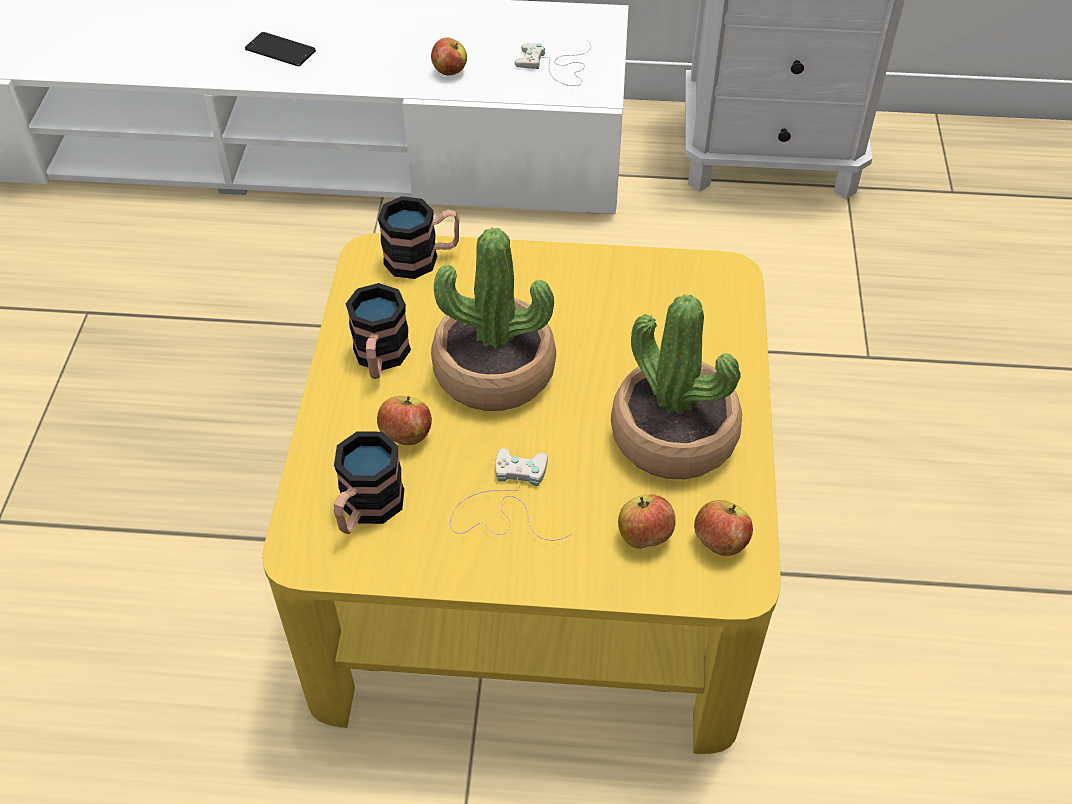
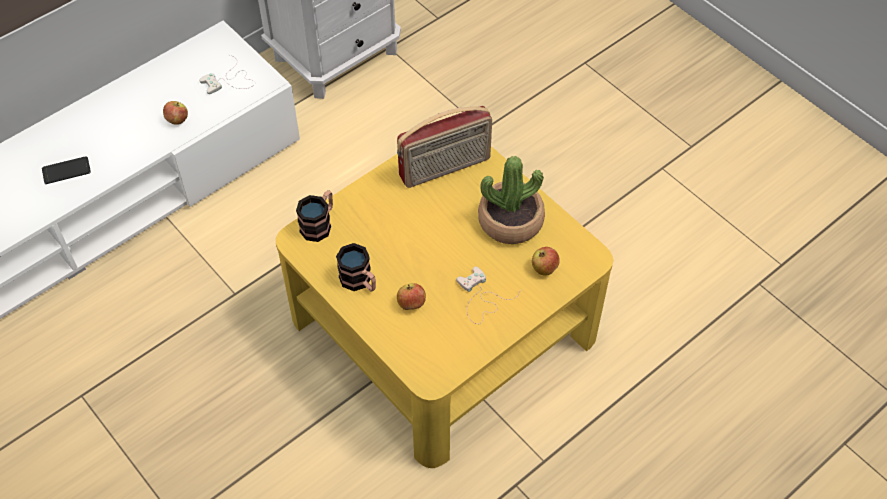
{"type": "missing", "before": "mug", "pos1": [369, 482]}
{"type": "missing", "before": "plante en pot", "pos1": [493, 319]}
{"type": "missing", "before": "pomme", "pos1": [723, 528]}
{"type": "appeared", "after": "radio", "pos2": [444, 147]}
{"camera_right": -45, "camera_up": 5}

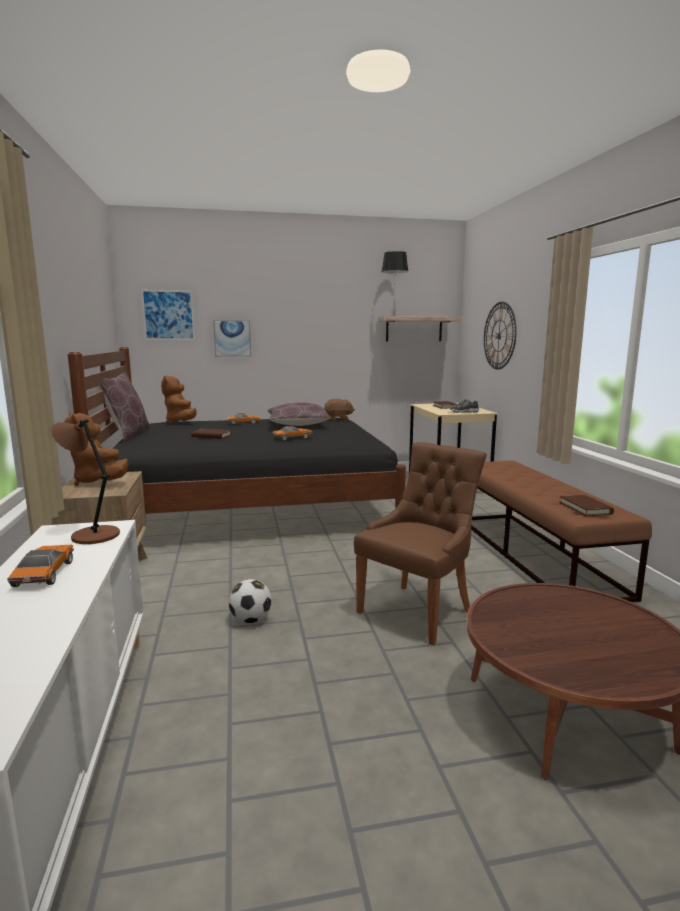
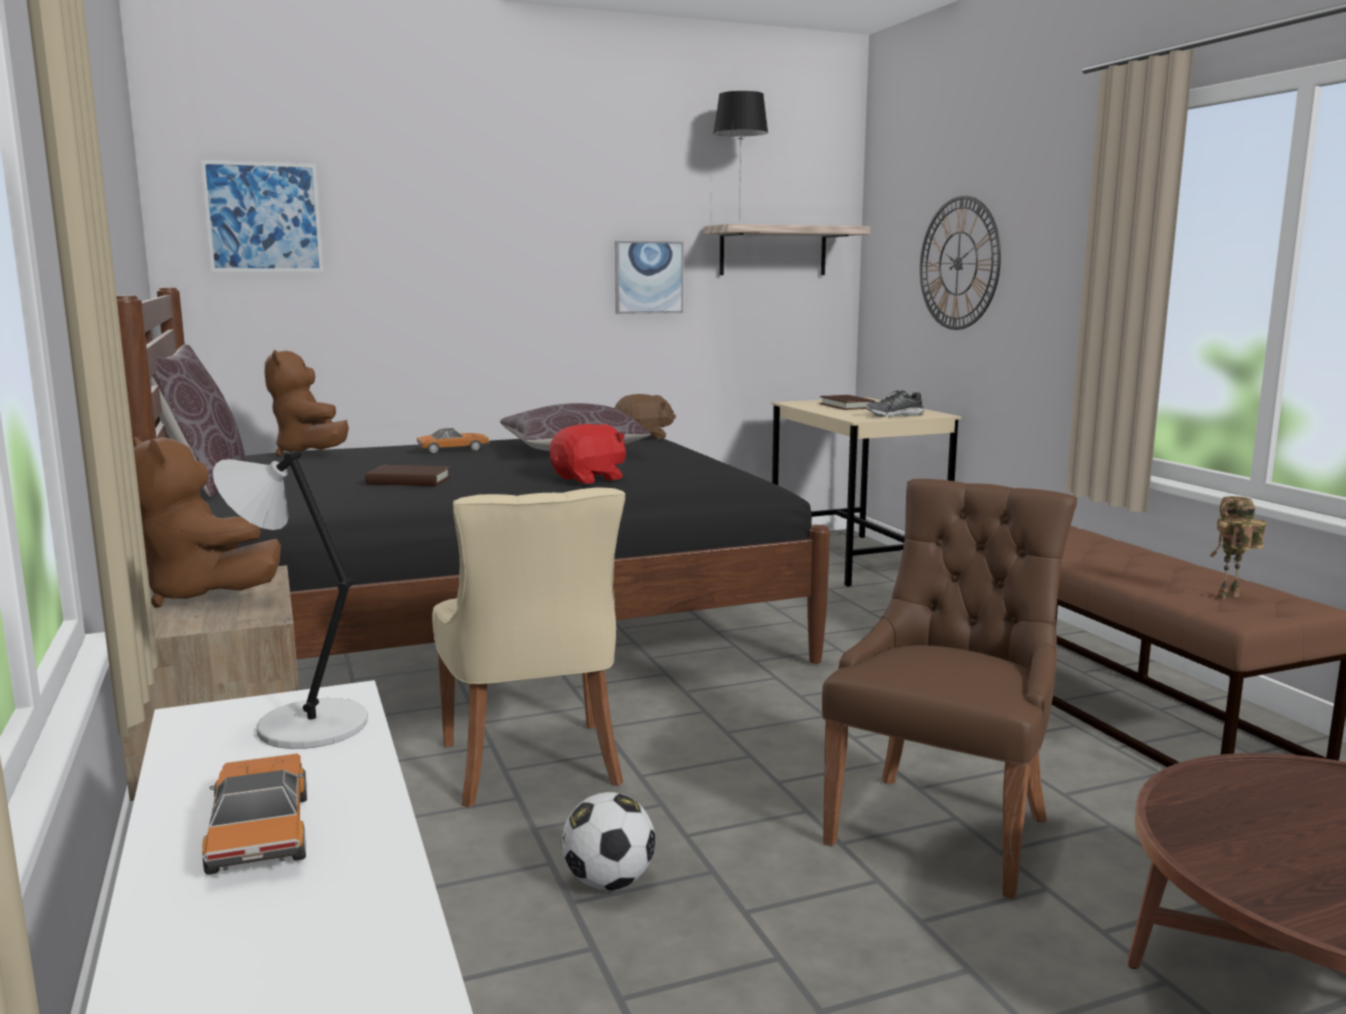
{"type": "colour", "before": "lampe de table [marron]", "after": "lampe de table [gris]", "pos1": [85, 481], "pos2": [290, 600]}
{"type": "relocated", "before": "tableau", "pos1": [232, 338], "pos2": [649, 277]}
{"type": "exchanged", "before": "petite voiture", "after": "peluche [rouge]", "pos1": [293, 433], "pos2": [588, 454]}
{"type": "exchanged", "before": "livre [marron]", "after": "robot jouet", "pos1": [586, 505], "pos2": [1238, 547]}
{"type": "appeared", "after": "chaise [beige]", "pos2": [528, 647]}
{"camera_right": -10, "camera_up": 0}

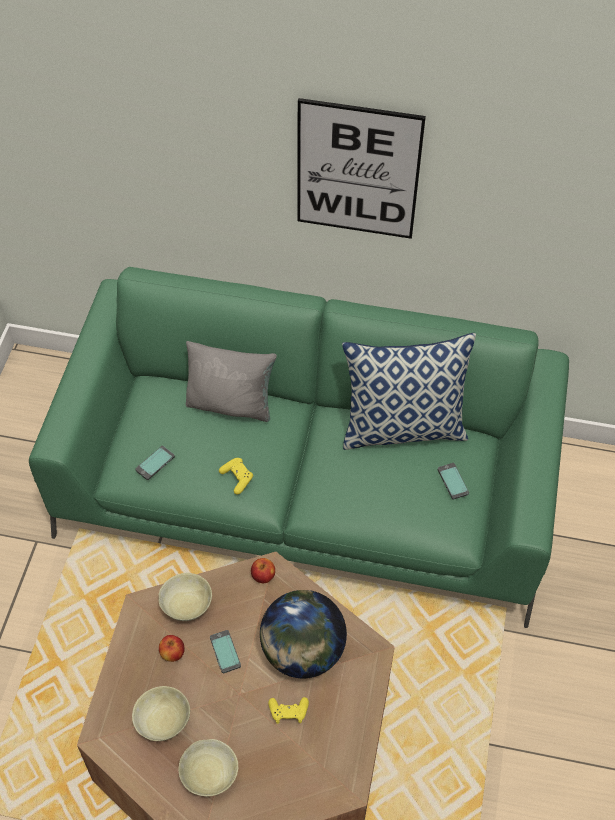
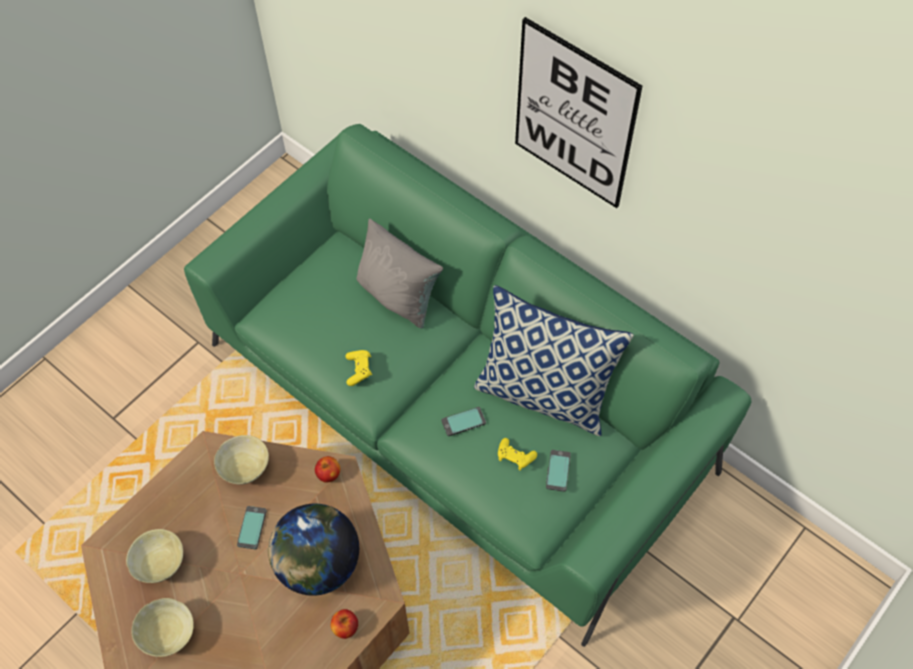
{"type": "relocated", "before": "téléphone", "pos1": [155, 463], "pos2": [464, 421]}
{"type": "relocated", "before": "pomme", "pos1": [172, 648], "pos2": [344, 624]}
{"type": "relocated", "before": "manette [jaune]", "pos1": [288, 710], "pos2": [517, 454]}
{"camera_right": 30, "camera_up": 5}

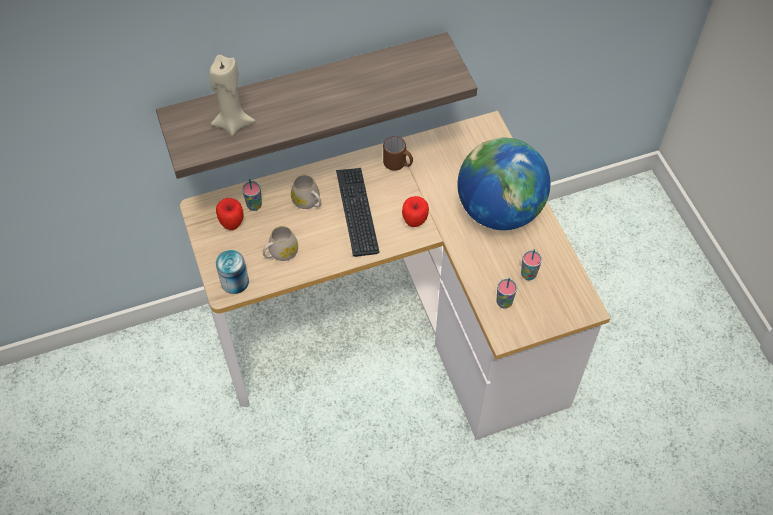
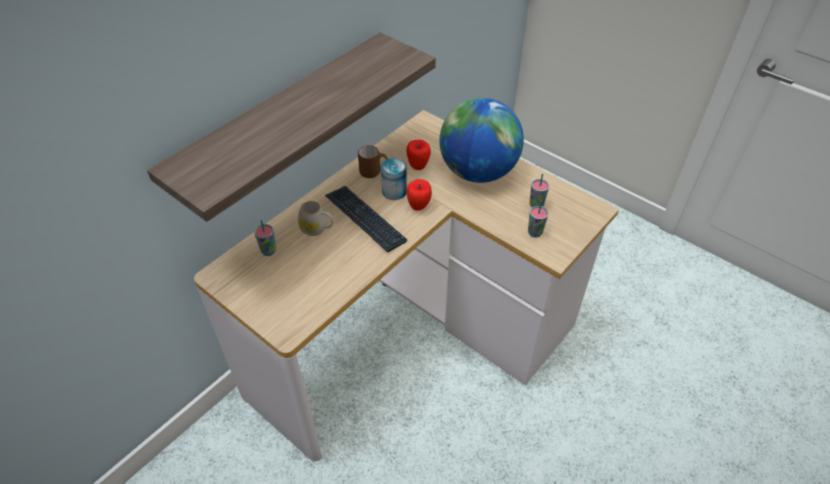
{"type": "missing", "before": "bougie [beige]", "pos1": [232, 95]}
{"type": "relocated", "before": "pomme", "pos1": [230, 214], "pos2": [418, 155]}
{"type": "relocated", "before": "boîte métallique", "pos1": [232, 272], "pos2": [394, 179]}
{"type": "missing", "before": "mug [blanc]", "pos1": [280, 243]}
{"camera_right": -30, "camera_up": -10}

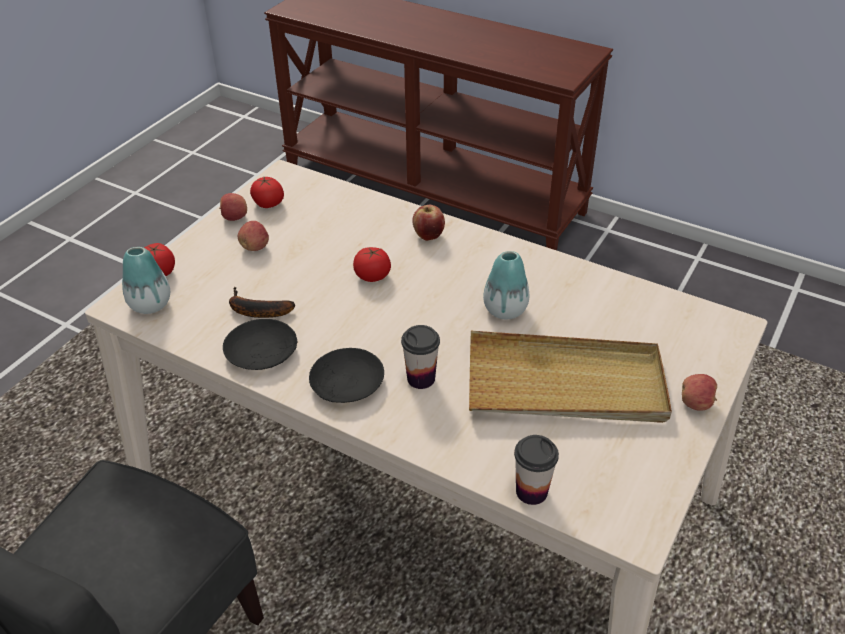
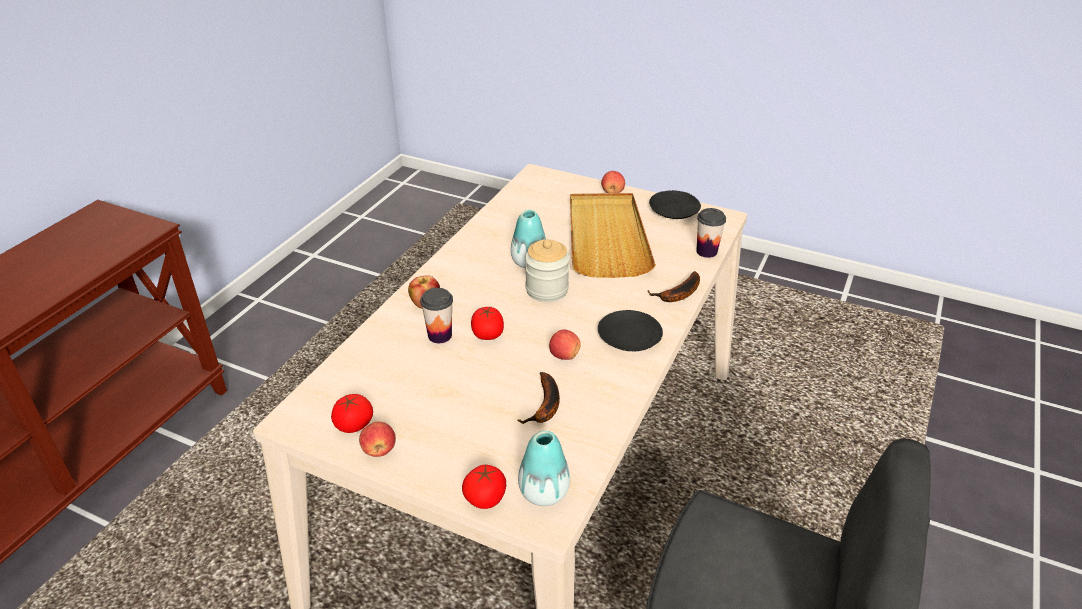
{"type": "relocated", "before": "assiette [noir]", "pos1": [260, 344], "pos2": [675, 204]}
{"type": "relocated", "before": "pomme", "pos1": [253, 236], "pos2": [565, 345]}
{"type": "relocated", "before": "tasse", "pos1": [420, 357], "pos2": [436, 315]}
{"type": "appeared", "after": "bocal", "pos2": [547, 270]}
{"type": "appeared", "after": "banane", "pos2": [673, 286]}
{"camera_right": -95, "camera_up": -5}

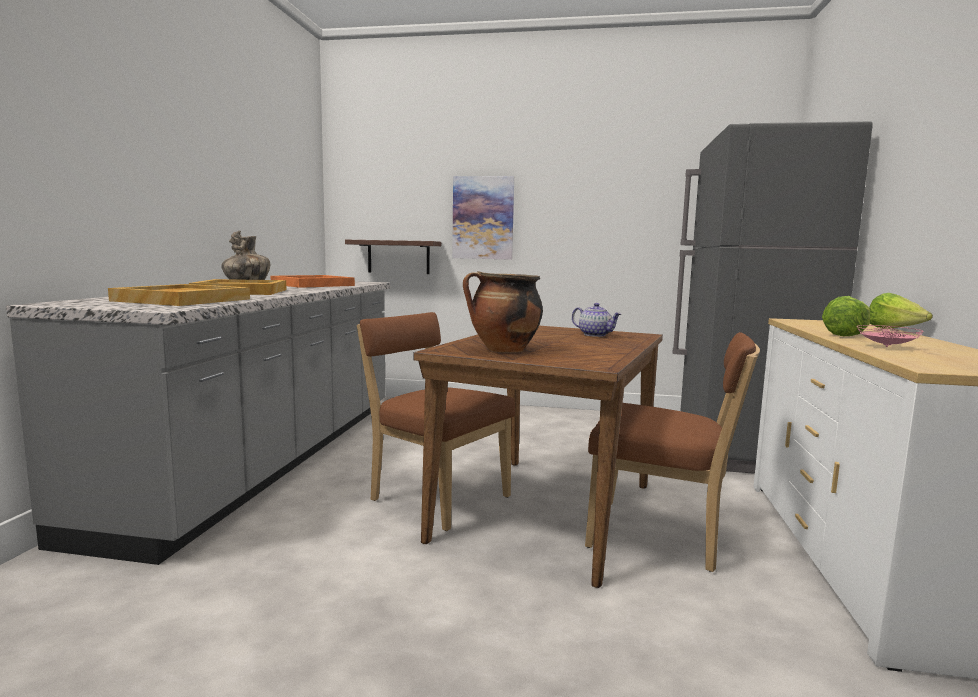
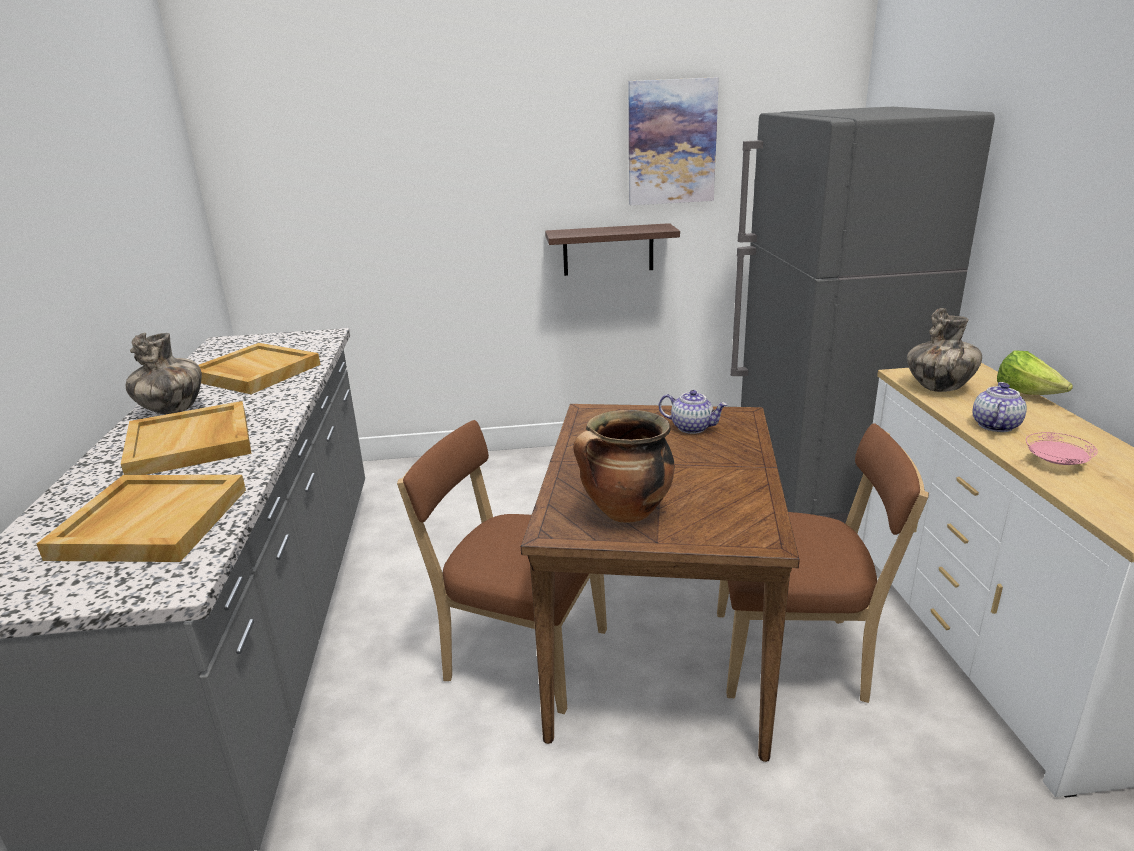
{"type": "colour", "before": "plateau [orange]", "after": "plateau [beige]", "pos1": [312, 281], "pos2": [259, 368]}
{"type": "relocated", "before": "étagère", "pos1": [393, 257], "pos2": [612, 249]}
{"type": "relocated", "before": "tableau", "pos1": [483, 218], "pos2": [674, 141]}
{"type": "exchanged", "before": "laitue", "after": "théière", "pos1": [846, 316], "pos2": [1000, 407]}
{"type": "appeared", "after": "vase", "pos2": [944, 350]}
{"camera_right": -15, "camera_up": 15}

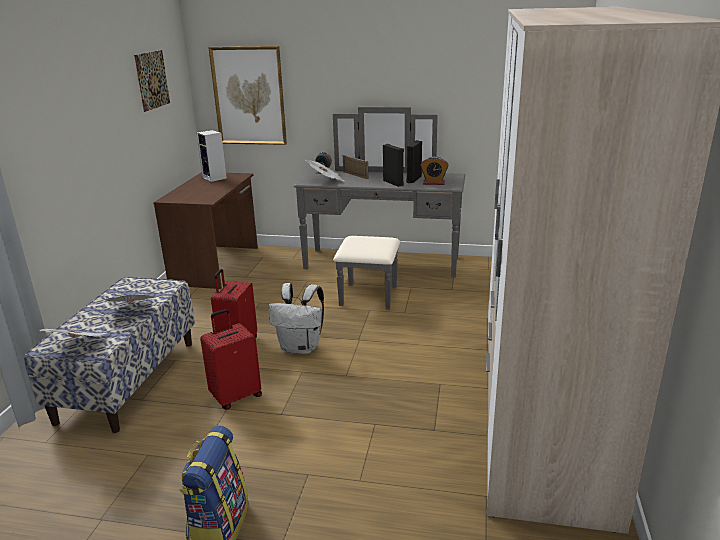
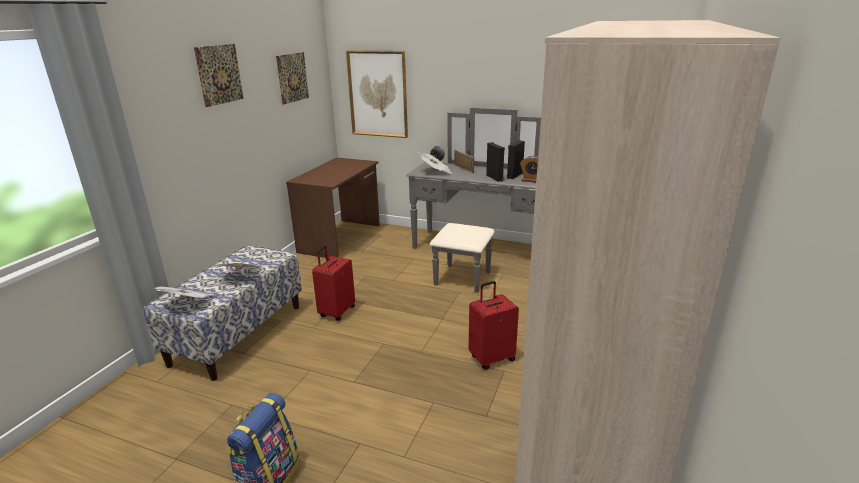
{"type": "missing", "before": "enceinte", "pos1": [211, 156]}
{"type": "relocated", "before": "valise [rouge]", "pos1": [231, 359], "pos2": [494, 325]}
{"type": "missing", "before": "sac à dos [blanc]", "pos1": [296, 318]}
{"type": "appeared", "after": "tableau", "pos2": [219, 75]}
{"camera_right": 10, "camera_up": 0}

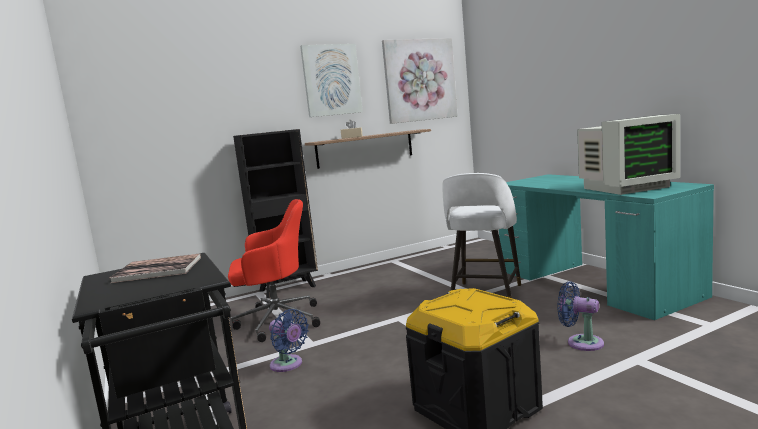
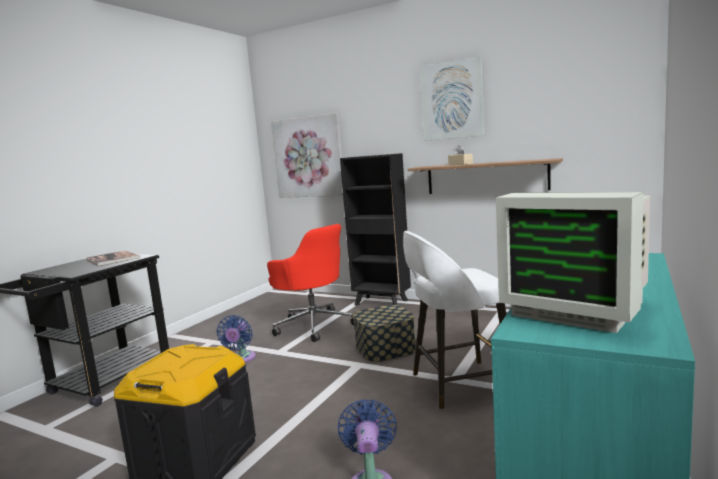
{"type": "relocated", "before": "tableau", "pos1": [420, 81], "pos2": [307, 155]}
{"type": "appeared", "after": "boîte de rangement", "pos2": [384, 333]}
{"camera_right": 55, "camera_up": 0}

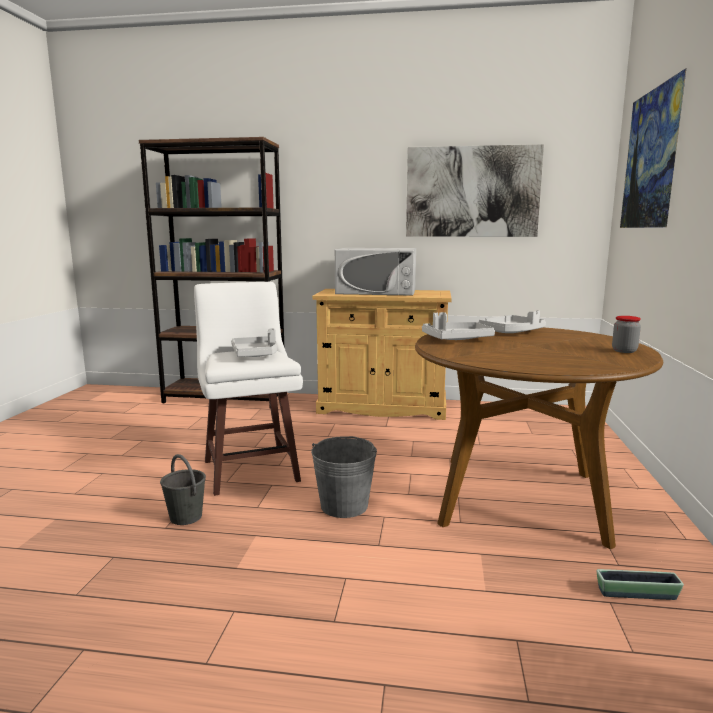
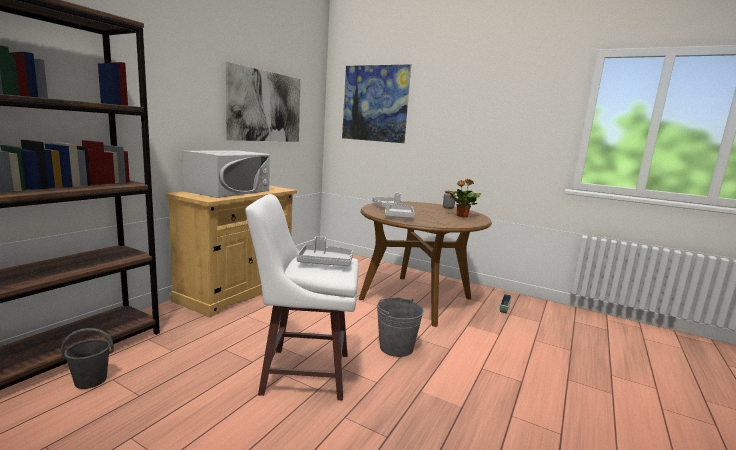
{"type": "relocated", "before": "seau [gris]", "pos1": [183, 489], "pos2": [87, 358]}
{"type": "appeared", "after": "plante en pot", "pos2": [465, 198]}
{"camera_right": -70, "camera_up": 0}

